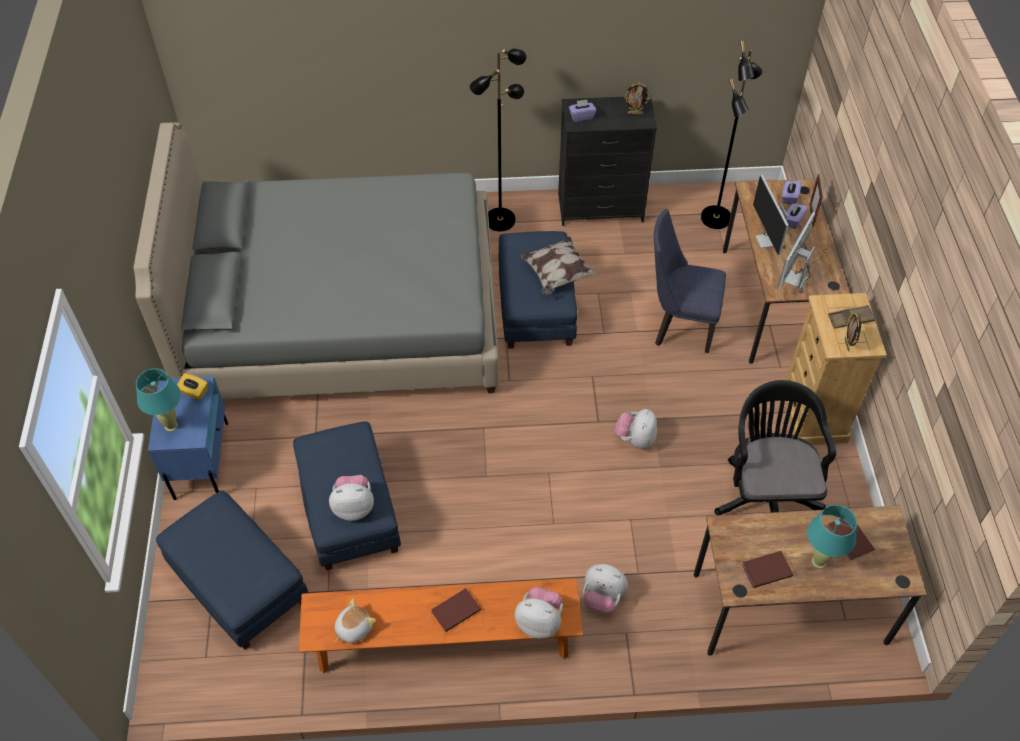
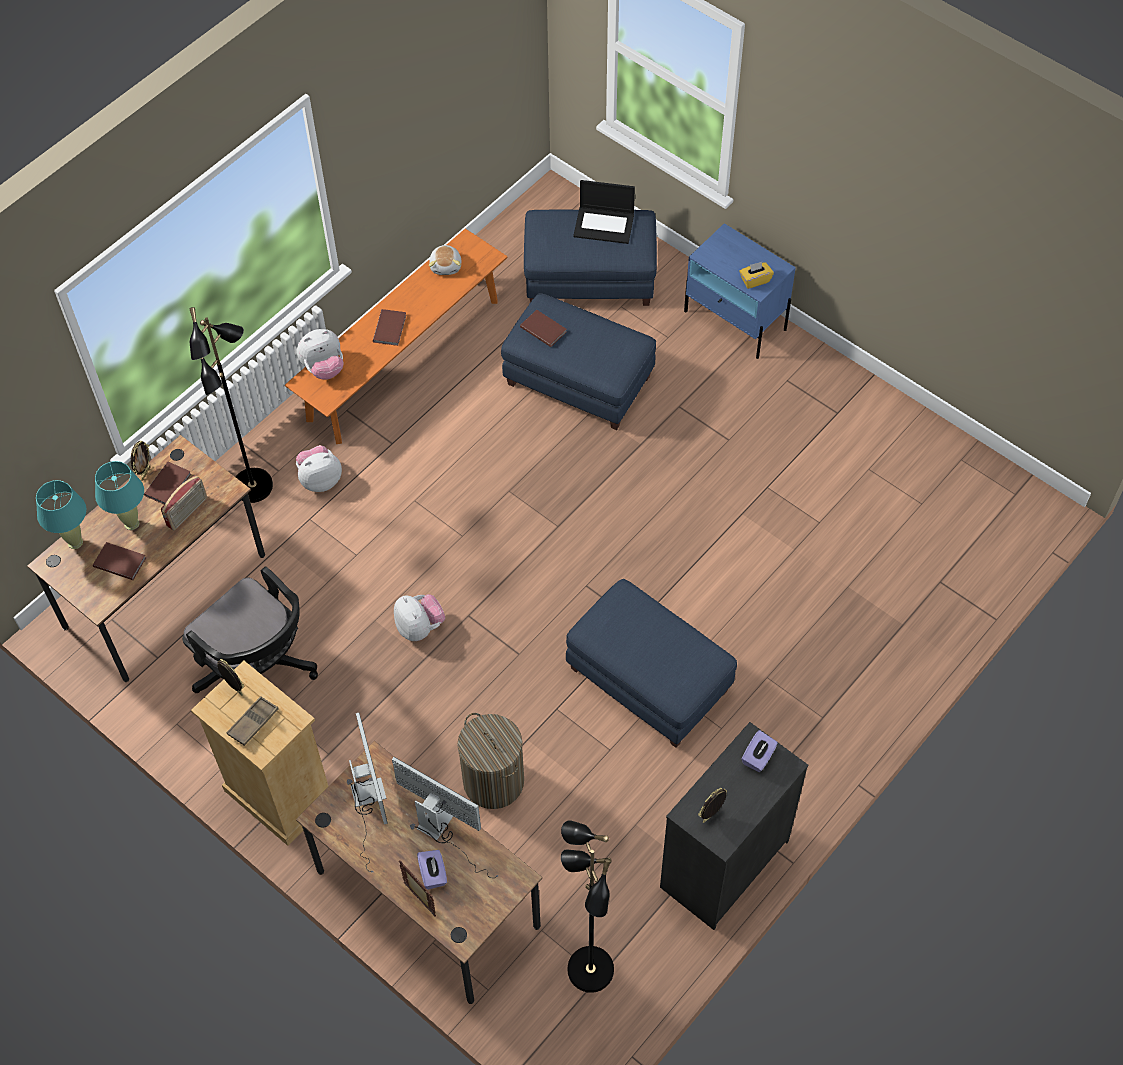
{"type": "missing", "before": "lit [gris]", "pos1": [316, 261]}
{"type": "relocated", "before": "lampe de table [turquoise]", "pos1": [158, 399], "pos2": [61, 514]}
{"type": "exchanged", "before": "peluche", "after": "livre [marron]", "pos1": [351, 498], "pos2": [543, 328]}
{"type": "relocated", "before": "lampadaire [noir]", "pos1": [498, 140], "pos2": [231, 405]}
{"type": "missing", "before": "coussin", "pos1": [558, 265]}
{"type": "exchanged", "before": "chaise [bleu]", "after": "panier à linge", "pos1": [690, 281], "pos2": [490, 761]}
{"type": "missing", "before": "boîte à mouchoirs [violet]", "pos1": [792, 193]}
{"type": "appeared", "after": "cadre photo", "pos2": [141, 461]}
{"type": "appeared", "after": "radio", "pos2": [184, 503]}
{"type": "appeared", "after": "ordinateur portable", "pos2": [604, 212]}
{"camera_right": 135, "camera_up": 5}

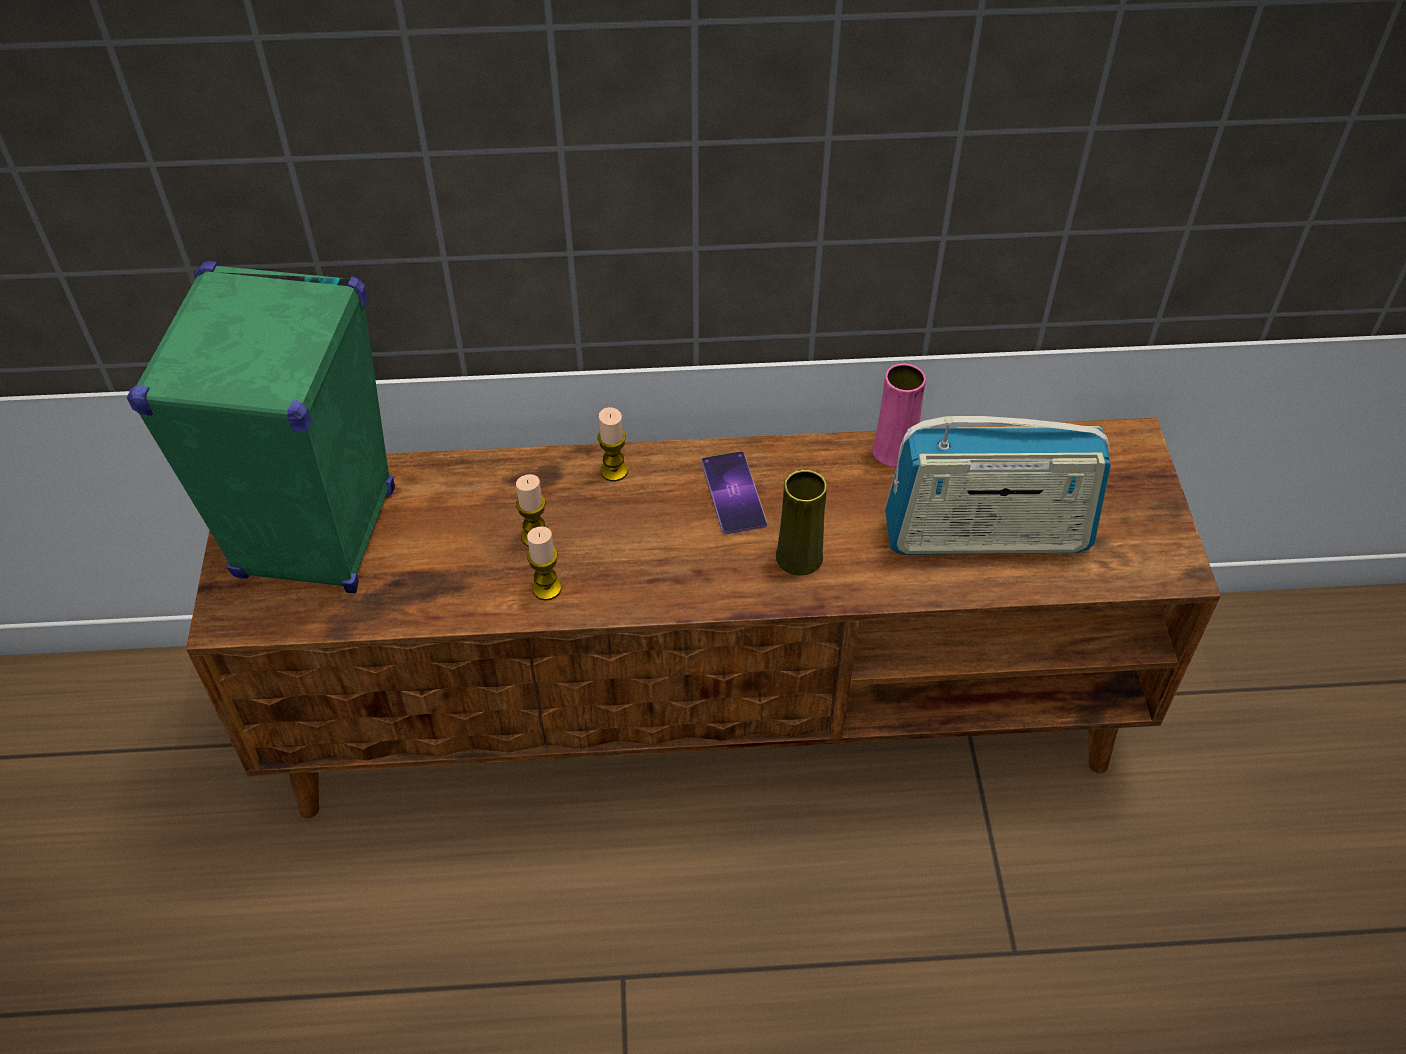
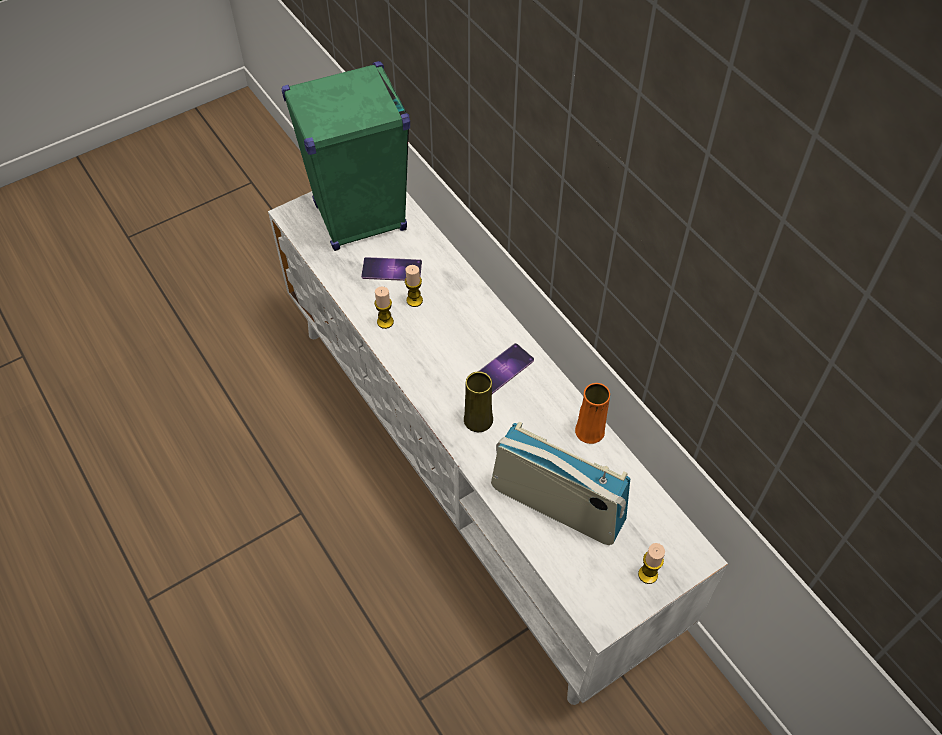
{"type": "colour", "before": "meuble télé [marron]", "after": "meuble télé [blanc]", "pos1": [703, 618], "pos2": [498, 448]}
{"type": "relocated", "before": "bougie", "pos1": [613, 444], "pos2": [651, 563]}
{"type": "colour", "before": "vase [rose]", "after": "vase [orange]", "pos1": [899, 415], "pos2": [592, 413]}
{"type": "spun", "before": "radio", "pos1": [998, 485], "pos2": [560, 483], "turn": 150}
{"type": "appeared", "after": "téléphone", "pos2": [391, 269]}
{"camera_right": 60, "camera_up": 5}

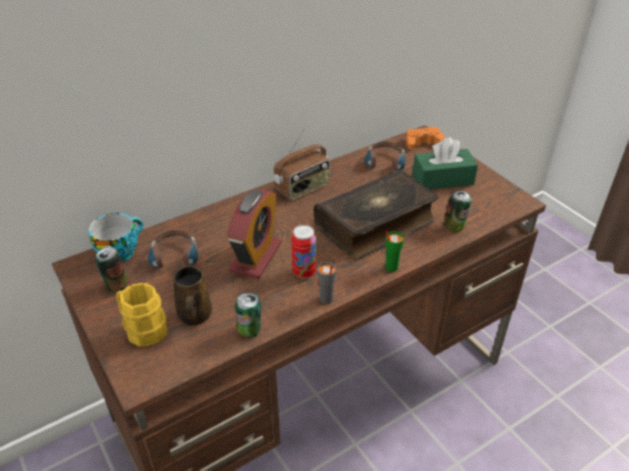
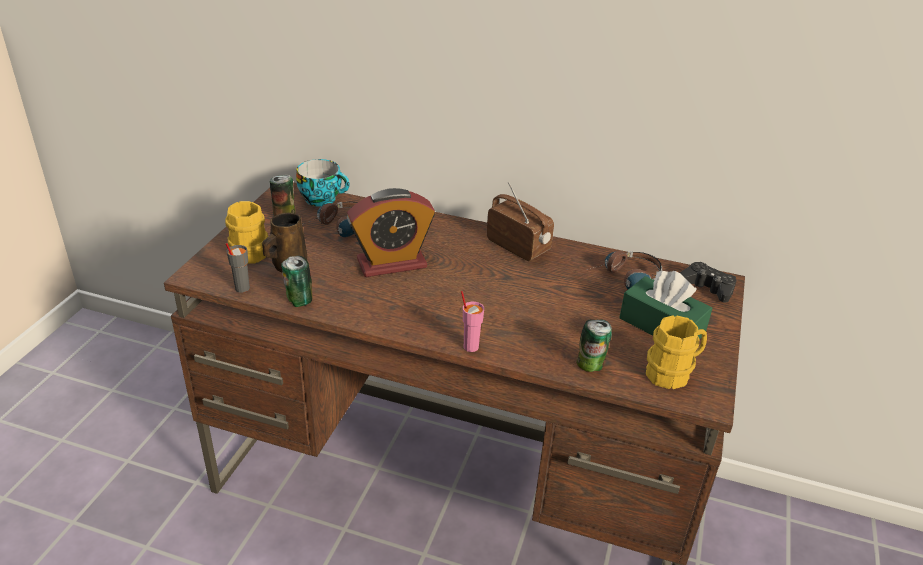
{"type": "spun", "before": "radio", "pos1": [302, 164], "pos2": [520, 221], "turn": -150}
{"type": "missing", "before": "boîte métallique", "pos1": [304, 252]}
{"type": "missing", "before": "livre", "pos1": [376, 215]}
{"type": "relocated", "before": "tasse [gris]", "pos1": [326, 283], "pos2": [238, 268]}
{"type": "colour", "before": "tasse [vert]", "after": "tasse [rose]", "pos1": [394, 251], "pos2": [472, 321]}
{"type": "colour", "before": "manette [orange]", "after": "manette [noir]", "pos1": [426, 138], "pos2": [708, 282]}
{"type": "appeared", "after": "mug [jaune]", "pos2": [676, 352]}
{"camera_right": 50, "camera_up": -5}

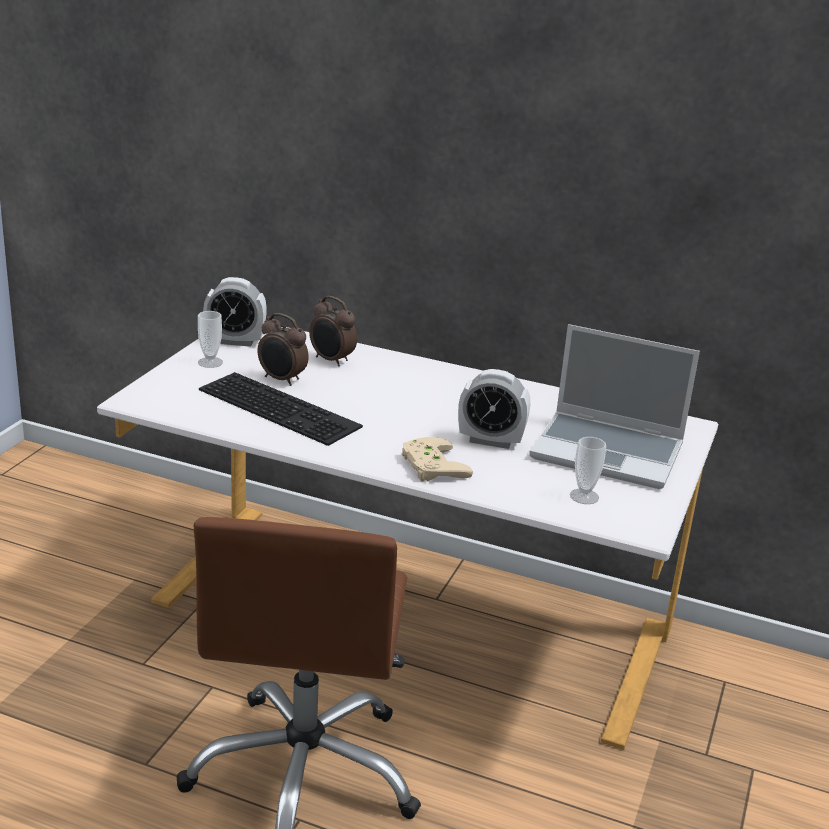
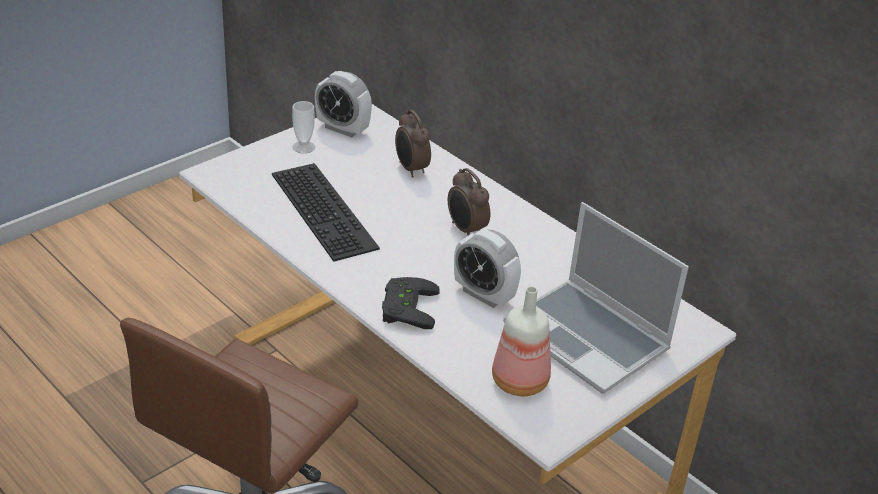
{"type": "relocated", "before": "réveil", "pos1": [283, 349], "pos2": [469, 202]}
{"type": "colour", "before": "manette [beige]", "after": "manette [noir]", "pos1": [437, 459], "pos2": [410, 303]}
{"type": "exchanged", "before": "tasse", "after": "bouteille", "pos1": [588, 470], "pos2": [521, 341]}
{"camera_right": 25, "camera_up": 10}

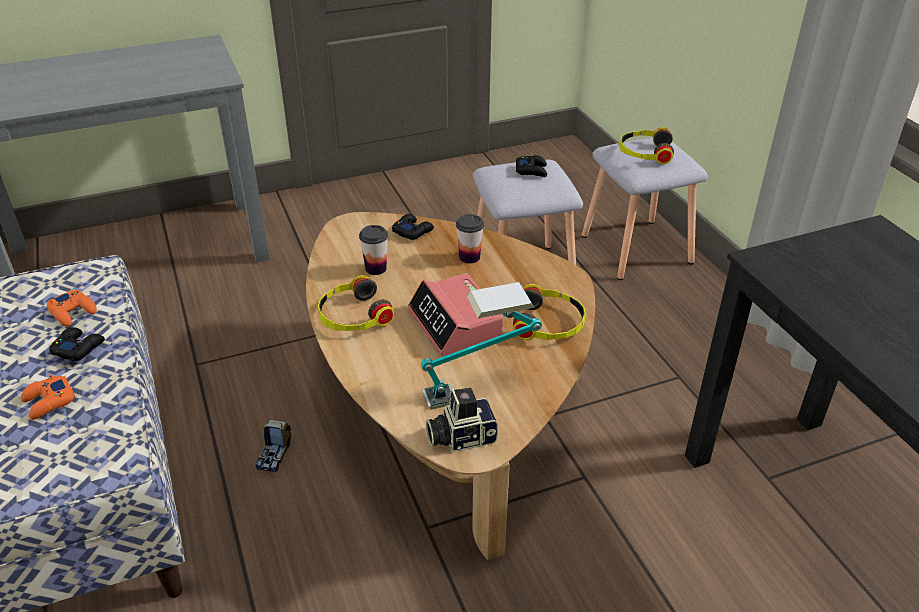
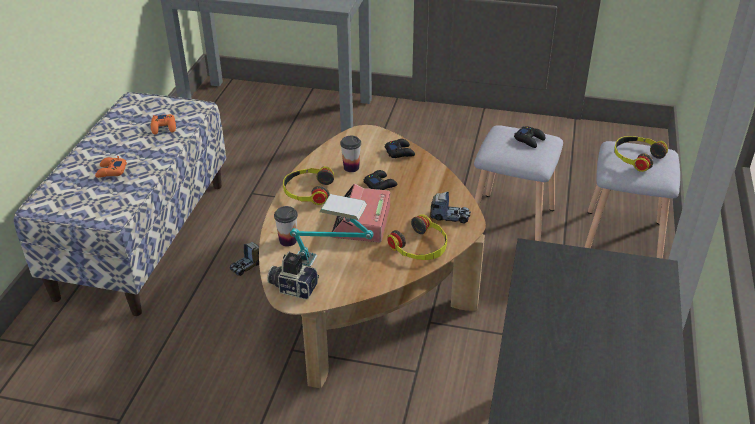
{"type": "relocated", "before": "manette [noir]", "pos1": [77, 344], "pos2": [380, 180]}
{"type": "relocated", "before": "tasse", "pos1": [470, 239], "pos2": [286, 226]}
{"type": "appeared", "after": "camion jouet", "pos2": [450, 207]}
{"camera_right": 35, "camera_up": 0}

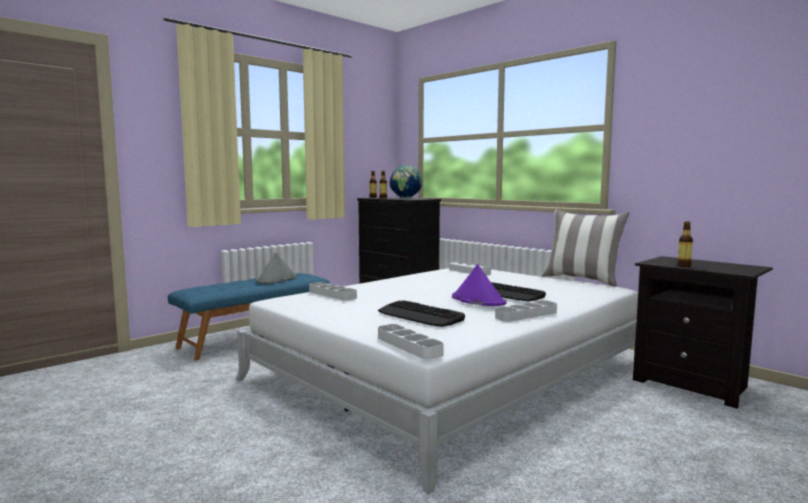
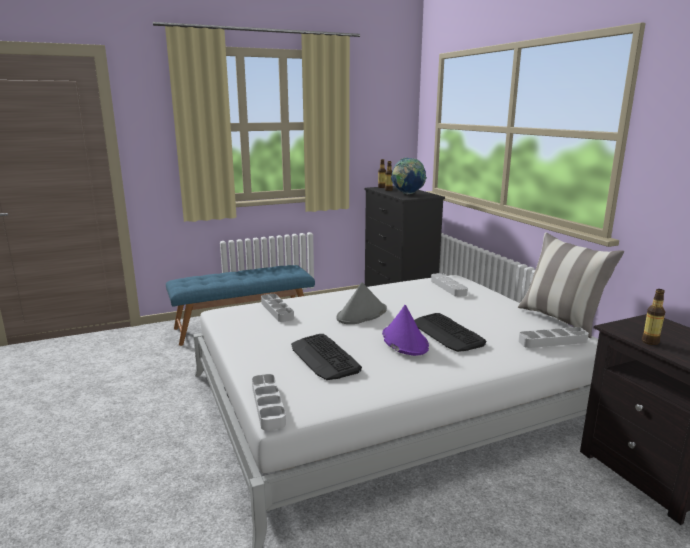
{"type": "relocated", "before": "chapeau [gris]", "pos1": [276, 268], "pos2": [362, 303]}
{"type": "relocated", "before": "plateau [gris]", "pos1": [526, 311], "pos2": [553, 337]}
{"camera_right": 20, "camera_up": 10}

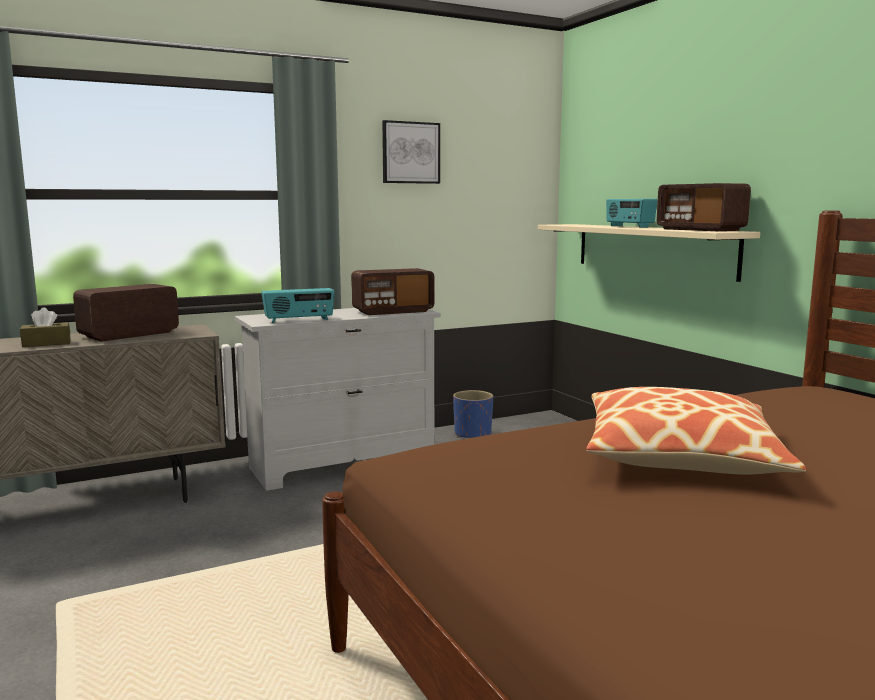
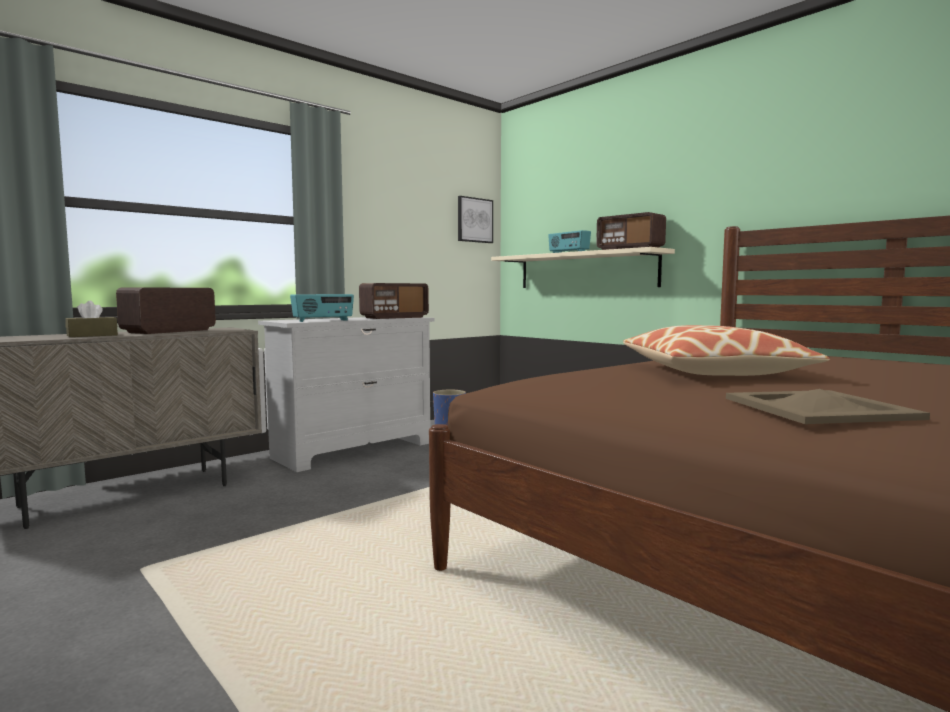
{"type": "relocated", "before": "tableau", "pos1": [411, 152], "pos2": [475, 219]}
{"type": "appeared", "after": "plateau [beige]", "pos2": [828, 406]}
{"camera_right": -15, "camera_up": -5}

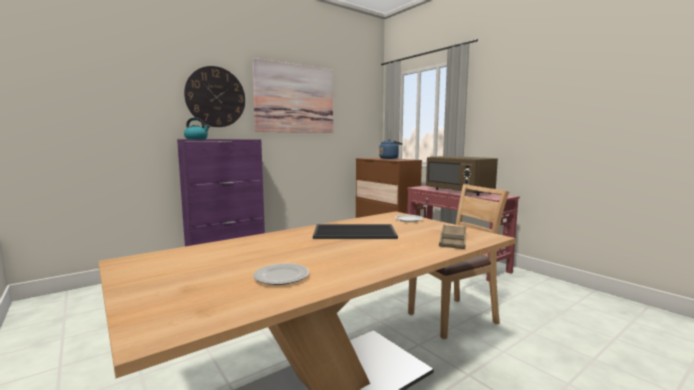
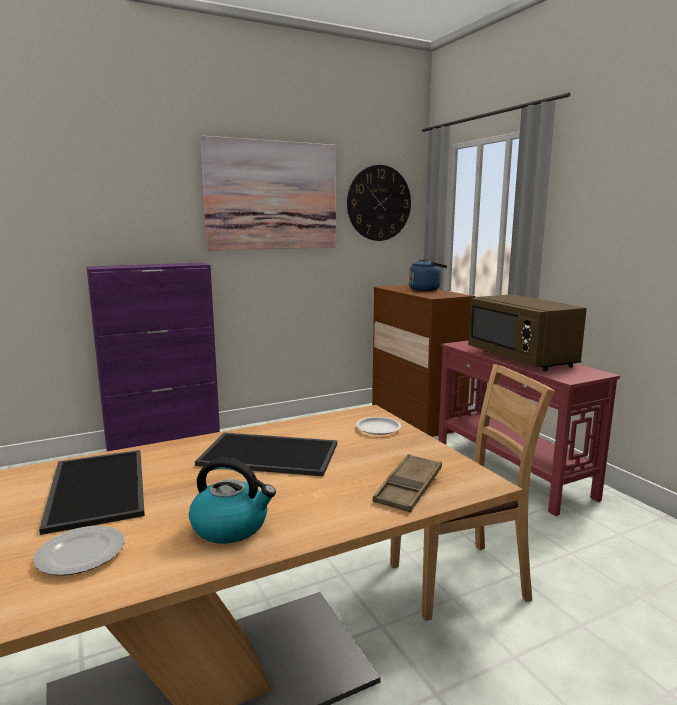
{"type": "relocated", "before": "horloge murale", "pos1": [214, 96], "pos2": [379, 203]}
{"type": "relocated", "before": "bouilloire", "pos1": [197, 128], "pos2": [232, 501]}
{"type": "appeared", "after": "plateau", "pos2": [92, 492]}
{"camera_right": 10, "camera_up": 5}

